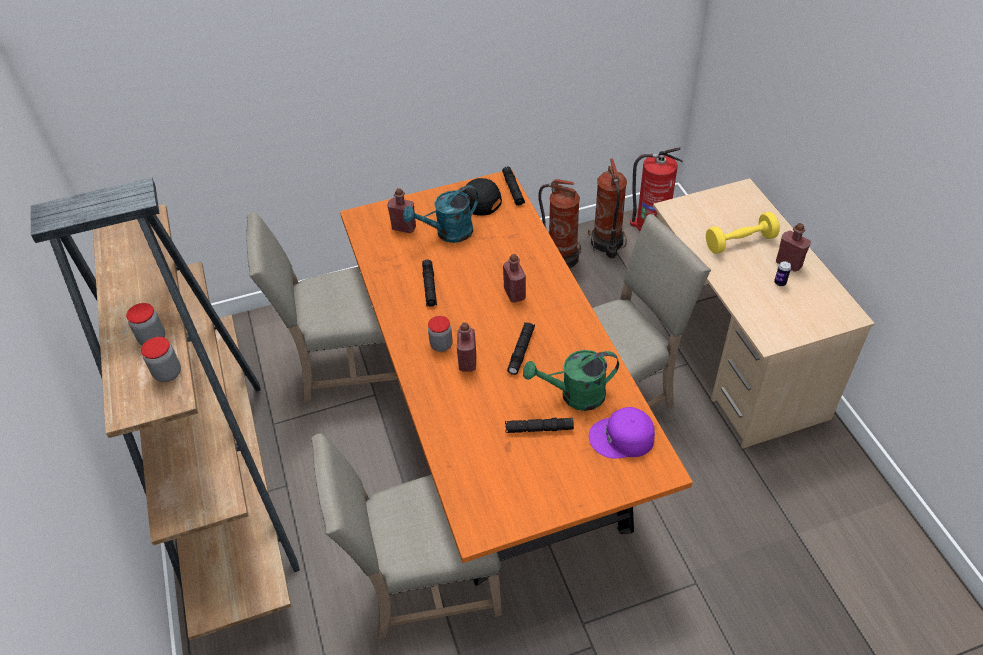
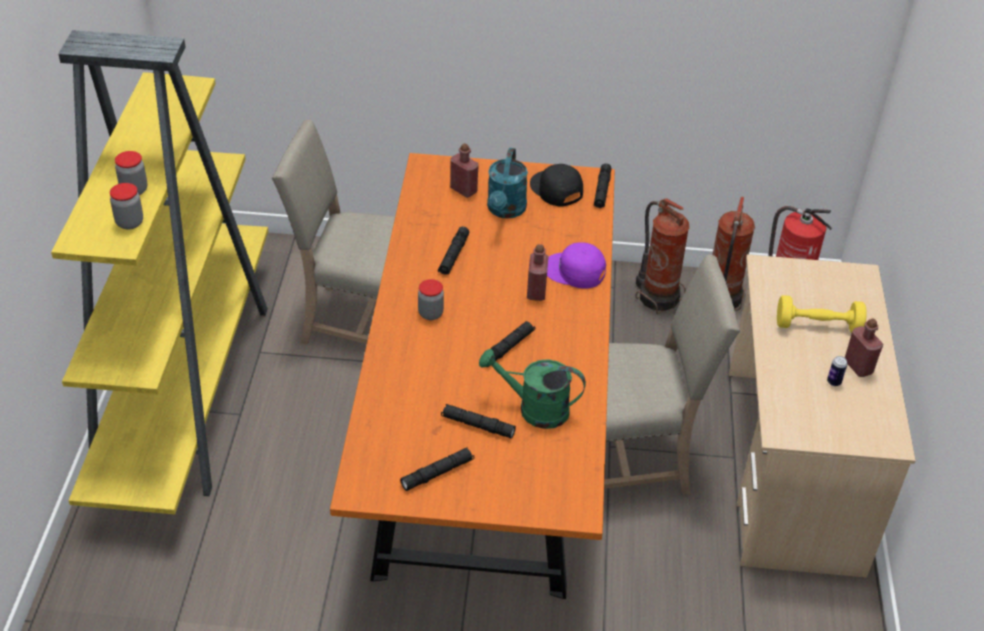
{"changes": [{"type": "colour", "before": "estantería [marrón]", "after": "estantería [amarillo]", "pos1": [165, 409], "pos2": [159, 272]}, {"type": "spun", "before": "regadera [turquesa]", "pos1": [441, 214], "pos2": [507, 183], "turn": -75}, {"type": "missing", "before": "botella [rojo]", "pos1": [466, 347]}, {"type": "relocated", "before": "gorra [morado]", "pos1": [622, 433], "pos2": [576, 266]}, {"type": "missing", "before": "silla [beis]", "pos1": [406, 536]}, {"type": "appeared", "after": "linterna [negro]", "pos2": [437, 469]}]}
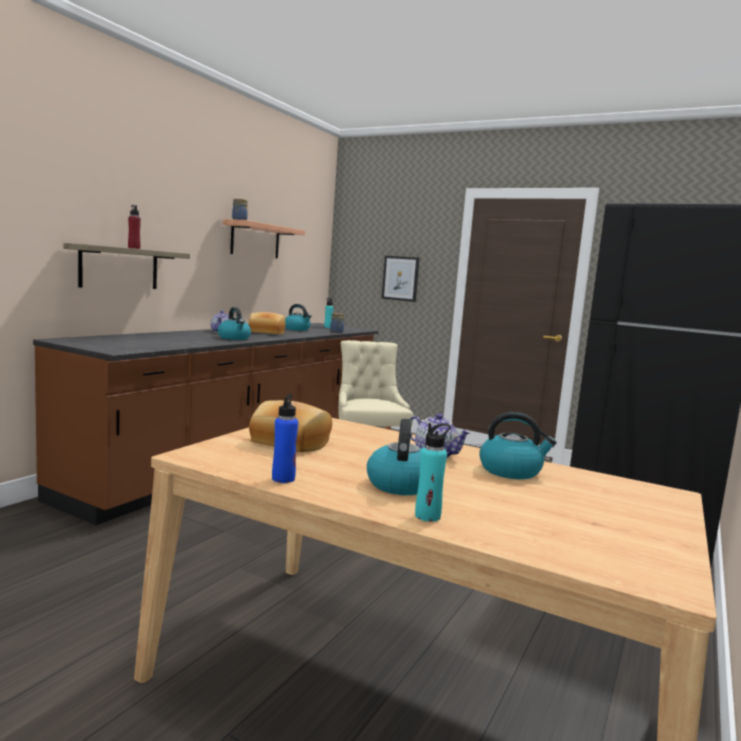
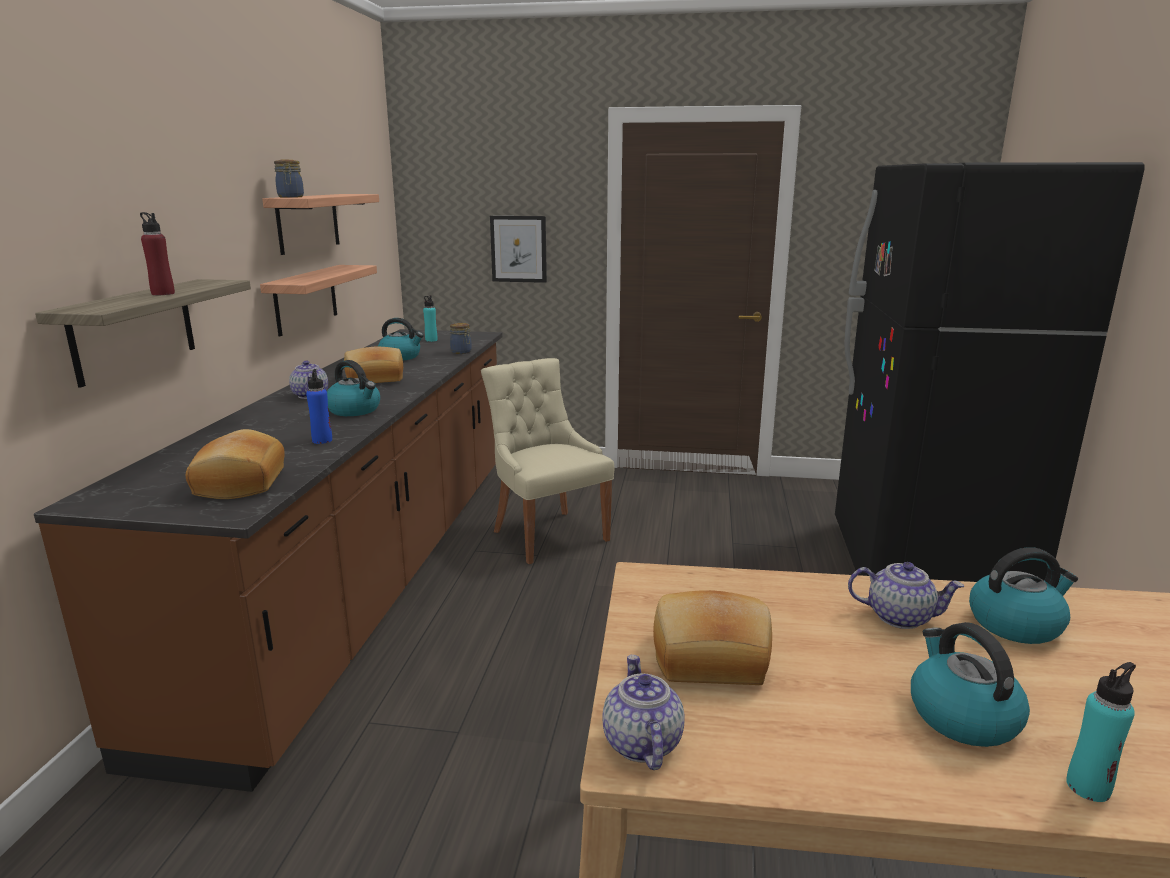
{"changes": [{"type": "relocated", "before": "botella [azul]", "pos1": [285, 438], "pos2": [319, 406]}, {"type": "appeared", "after": "estante", "pos2": [318, 300]}, {"type": "appeared", "after": "pan", "pos2": [235, 464]}, {"type": "appeared", "after": "tetera", "pos2": [643, 712]}]}
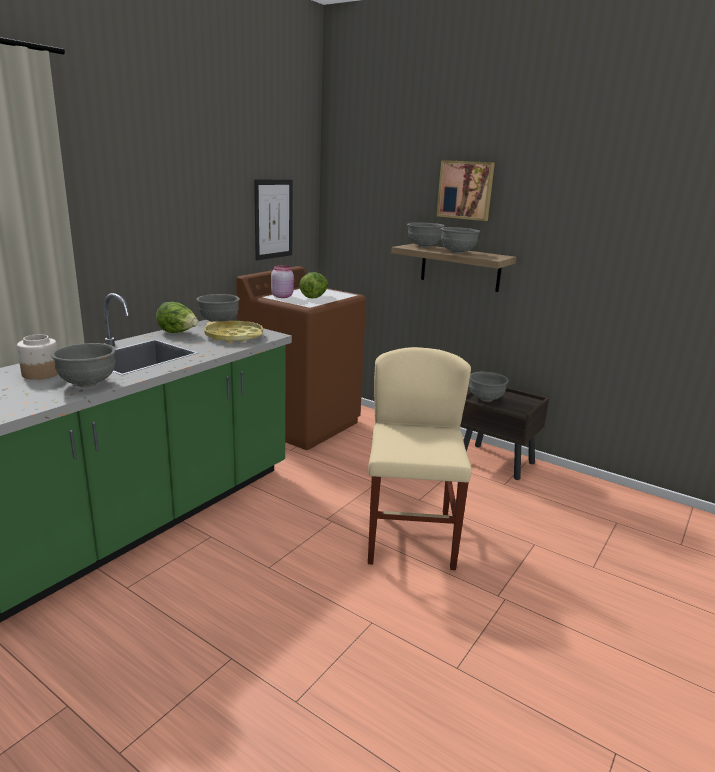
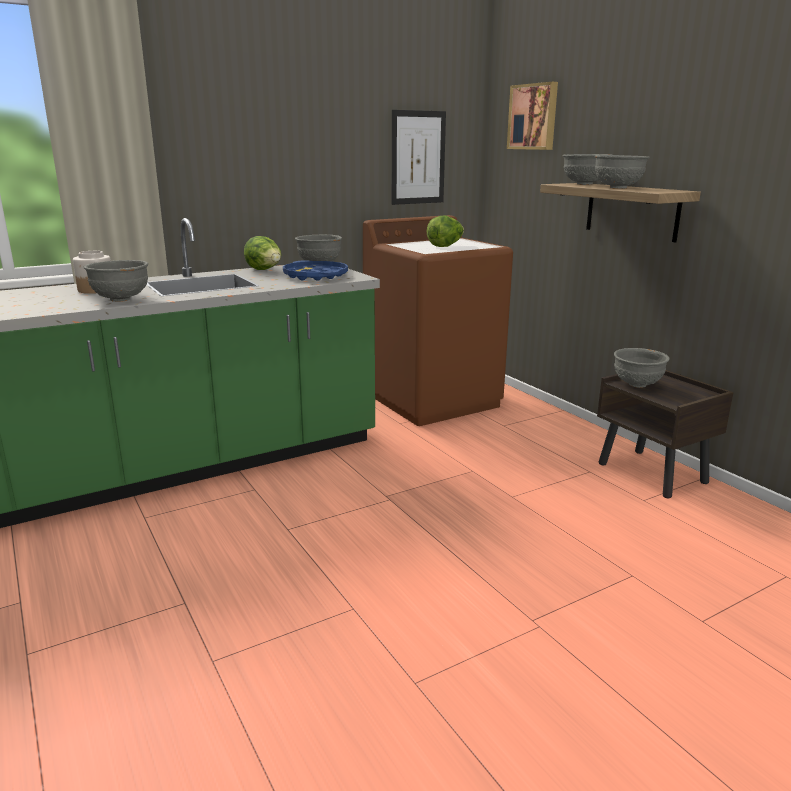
{"changes": [{"type": "relocated", "before": "cuadro", "pos1": [465, 190], "pos2": [532, 116]}, {"type": "missing", "before": "tarro [rosa]", "pos1": [282, 281]}, {"type": "colour", "before": "bandeja [amarillo]", "after": "bandeja [azul]", "pos1": [233, 332], "pos2": [315, 270]}, {"type": "missing", "before": "silla [beis]", "pos1": [420, 458]}]}
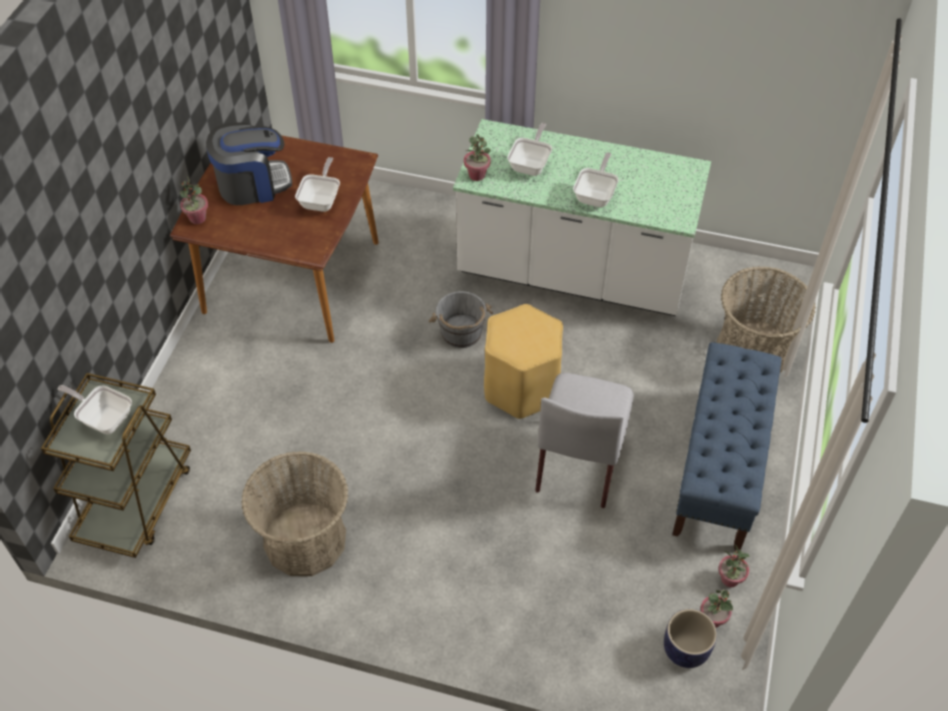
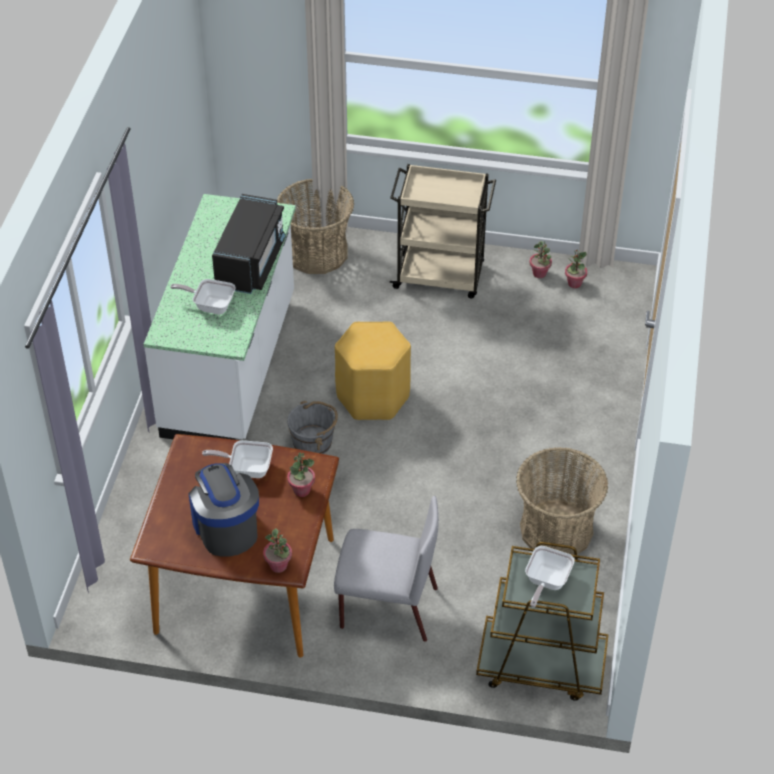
{"changes": [{"type": "relocated", "before": "planta en maceta", "pos1": [477, 157], "pos2": [301, 474]}, {"type": "exchanged", "before": "sartén", "after": "microondas [negro]", "pos1": [596, 179], "pos2": [249, 244]}, {"type": "exchanged", "before": "banco [azul]", "after": "carrito [beis]", "pos1": [726, 446], "pos2": [443, 231]}, {"type": "relocated", "before": "silla [gris]", "pos1": [584, 440], "pos2": [386, 569]}, {"type": "missing", "before": "maceta", "pos1": [690, 638]}]}
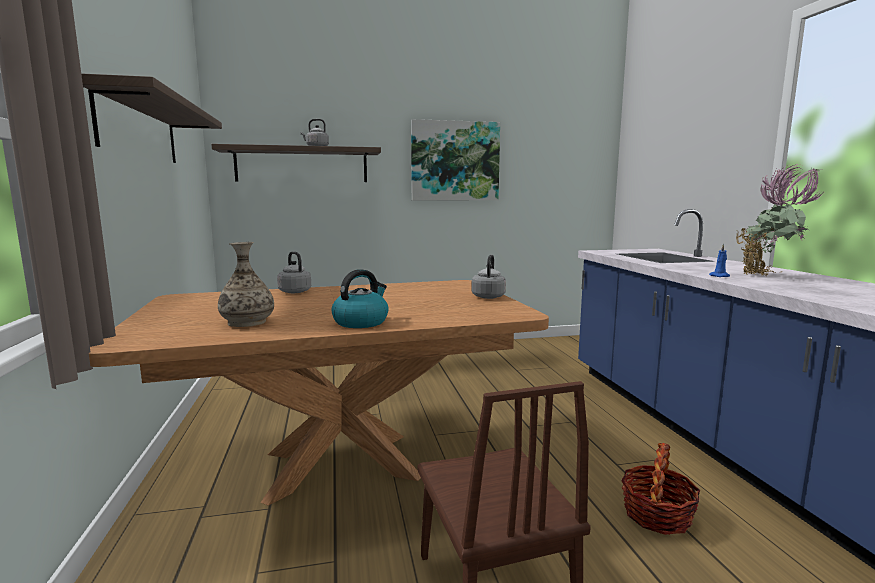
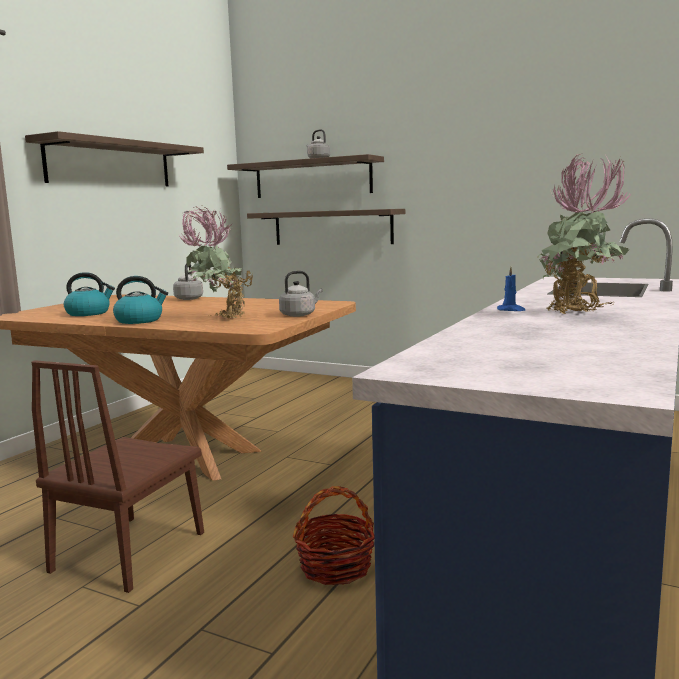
{"changes": [{"type": "missing", "before": "cuadro", "pos1": [455, 159]}, {"type": "exchanged", "before": "florero", "after": "hervidor", "pos1": [246, 284], "pos2": [89, 294]}, {"type": "appeared", "after": "planta en maceta", "pos2": [215, 262]}, {"type": "appeared", "after": "estante", "pos2": [326, 227]}]}
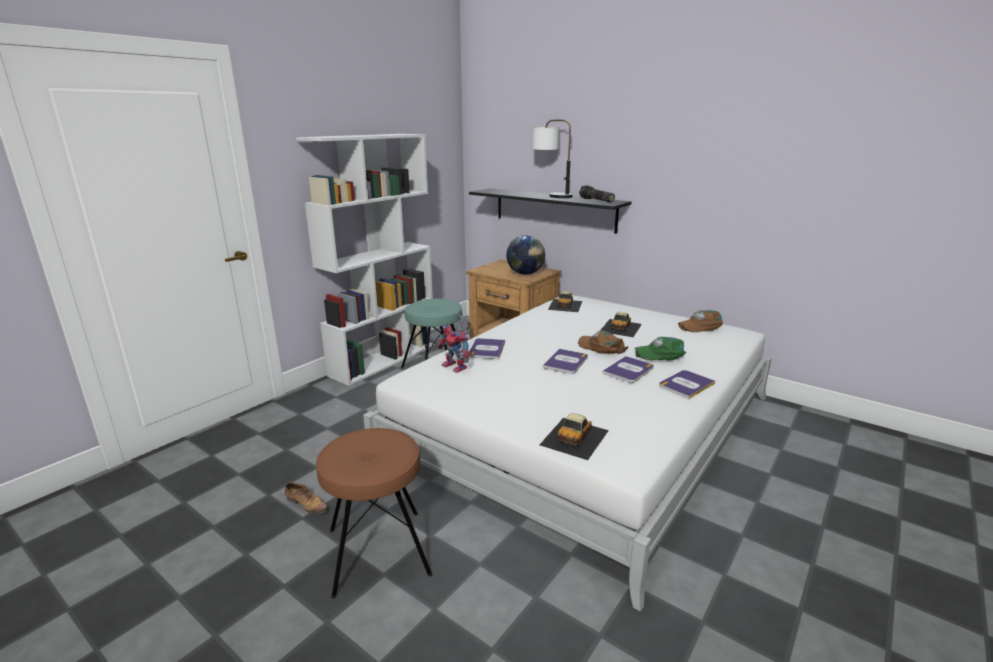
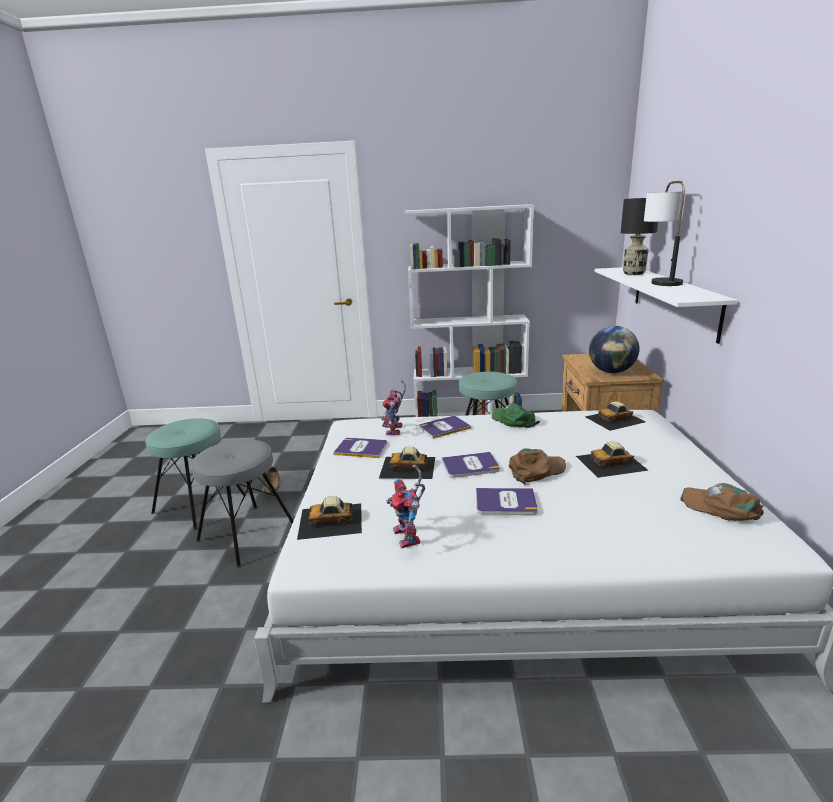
{"changes": [{"type": "missing", "before": "linterna", "pos1": [597, 194]}, {"type": "colour", "before": "estante [negro]", "after": "estante [blanco]", "pos1": [550, 211], "pos2": [666, 305]}, {"type": "spun", "before": "gorra [marrón]", "pos1": [603, 342], "pos2": [537, 466], "turn": 60}, {"type": "relocated", "before": "gorra [verde]", "pos1": [660, 349], "pos2": [516, 415]}, {"type": "relocated", "before": "libro", "pos1": [687, 384], "pos2": [360, 448]}, {"type": "colour", "before": "taburete [marrón]", "after": "taburete [gris]", "pos1": [374, 513], "pos2": [242, 503]}, {"type": "appeared", "after": "lámpara de mesa [negro]", "pos2": [639, 236]}, {"type": "appeared", "after": "taburete [turquesa]", "pos2": [196, 474]}, {"type": "appeared", "after": "coche de juguete", "pos2": [407, 463]}, {"type": "appeared", "after": "robot de juguete", "pos2": [405, 506]}]}
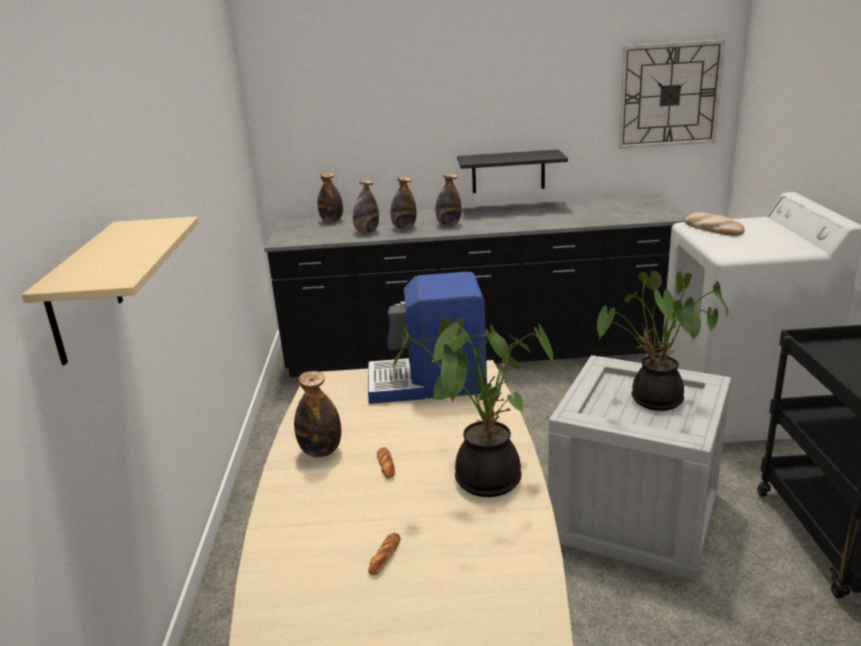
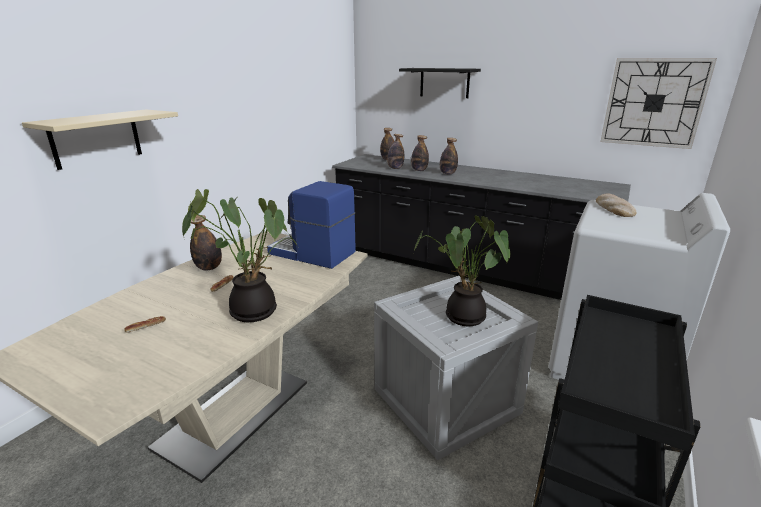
{"changes": [{"type": "relocated", "before": "estante [negro]", "pos1": [512, 171], "pos2": [440, 83]}]}
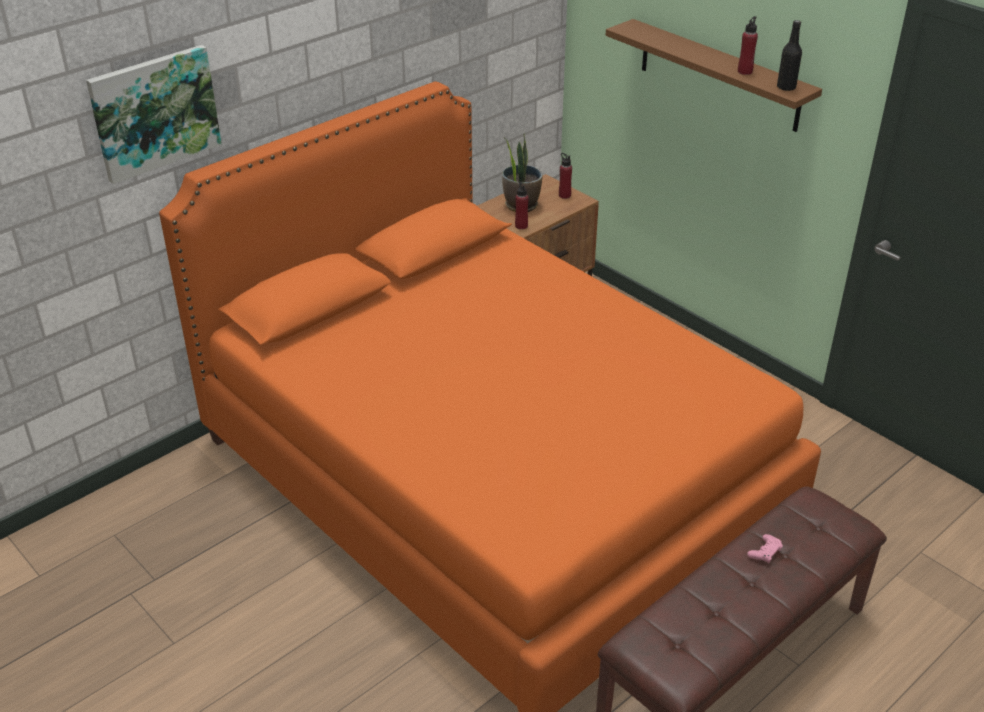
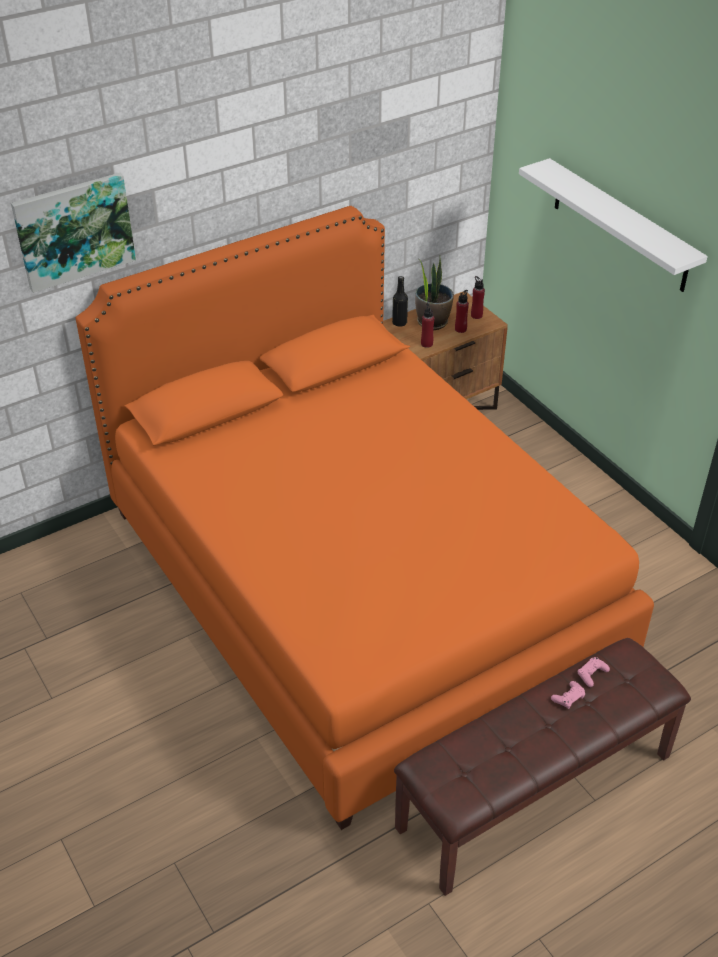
{"changes": [{"type": "relocated", "before": "botella [rojo]", "pos1": [748, 45], "pos2": [462, 311]}, {"type": "colour", "before": "estante [marrón]", "after": "estante [blanco]", "pos1": [714, 75], "pos2": [613, 225]}, {"type": "relocated", "before": "botella [negro]", "pos1": [789, 55], "pos2": [400, 301]}, {"type": "appeared", "after": "mando de consola [rosa]", "pos2": [593, 672]}]}
